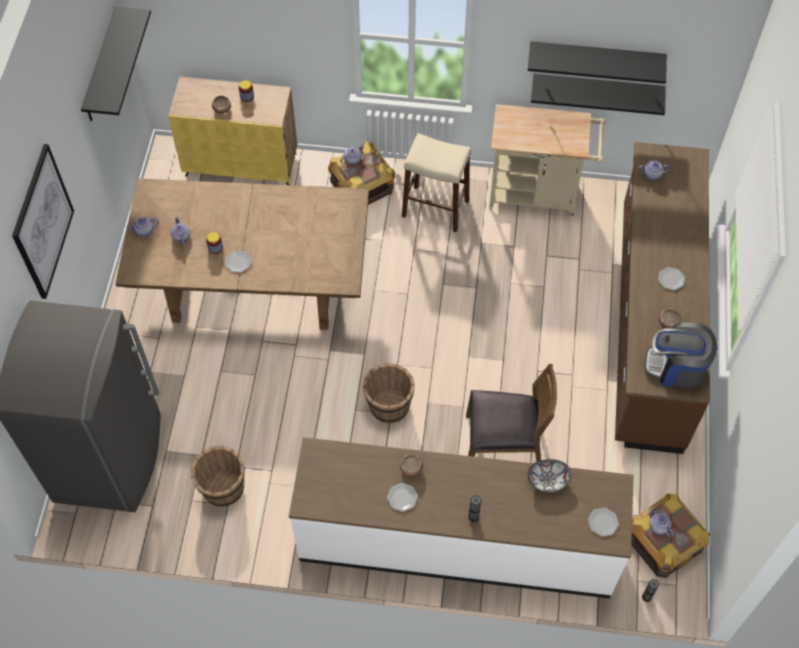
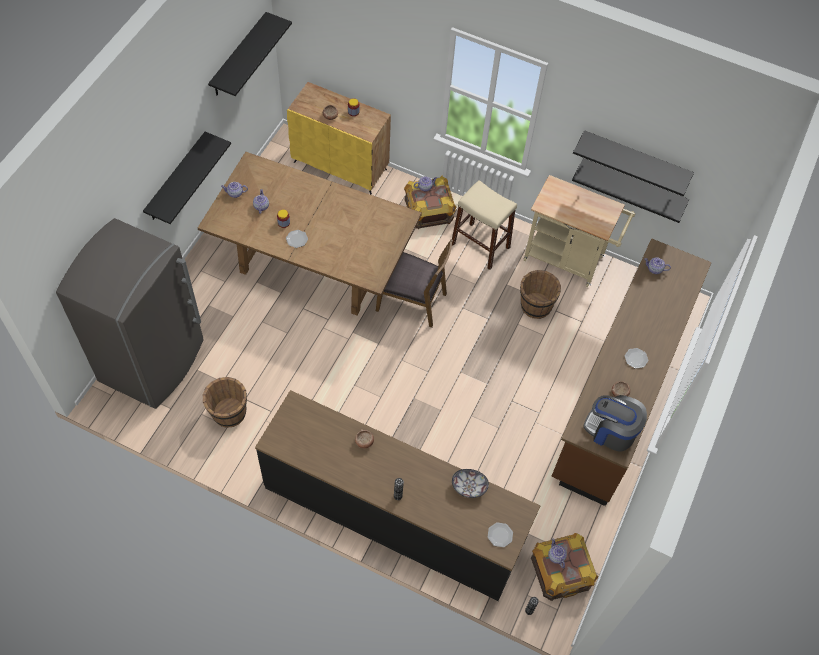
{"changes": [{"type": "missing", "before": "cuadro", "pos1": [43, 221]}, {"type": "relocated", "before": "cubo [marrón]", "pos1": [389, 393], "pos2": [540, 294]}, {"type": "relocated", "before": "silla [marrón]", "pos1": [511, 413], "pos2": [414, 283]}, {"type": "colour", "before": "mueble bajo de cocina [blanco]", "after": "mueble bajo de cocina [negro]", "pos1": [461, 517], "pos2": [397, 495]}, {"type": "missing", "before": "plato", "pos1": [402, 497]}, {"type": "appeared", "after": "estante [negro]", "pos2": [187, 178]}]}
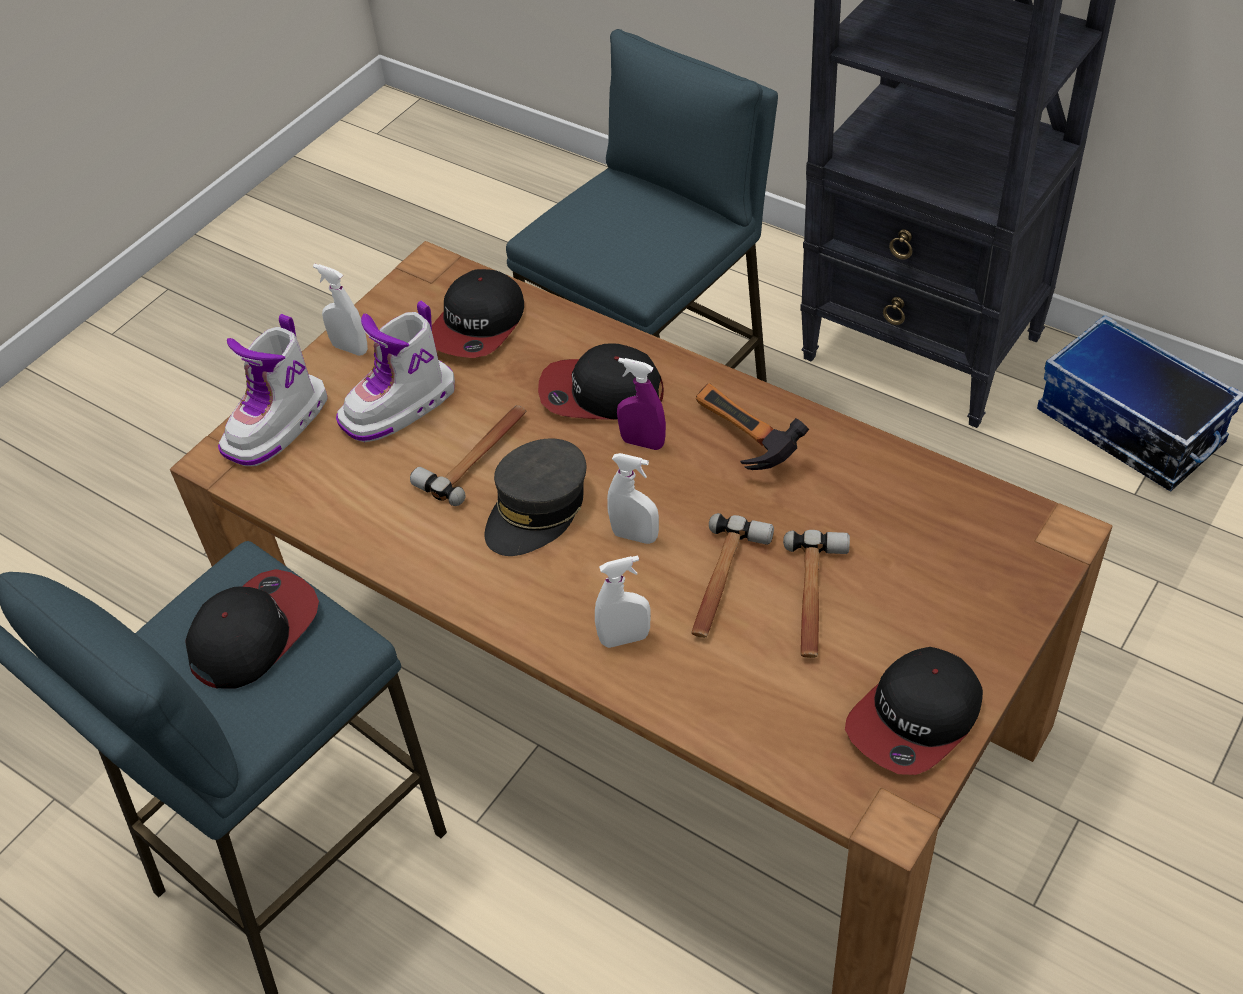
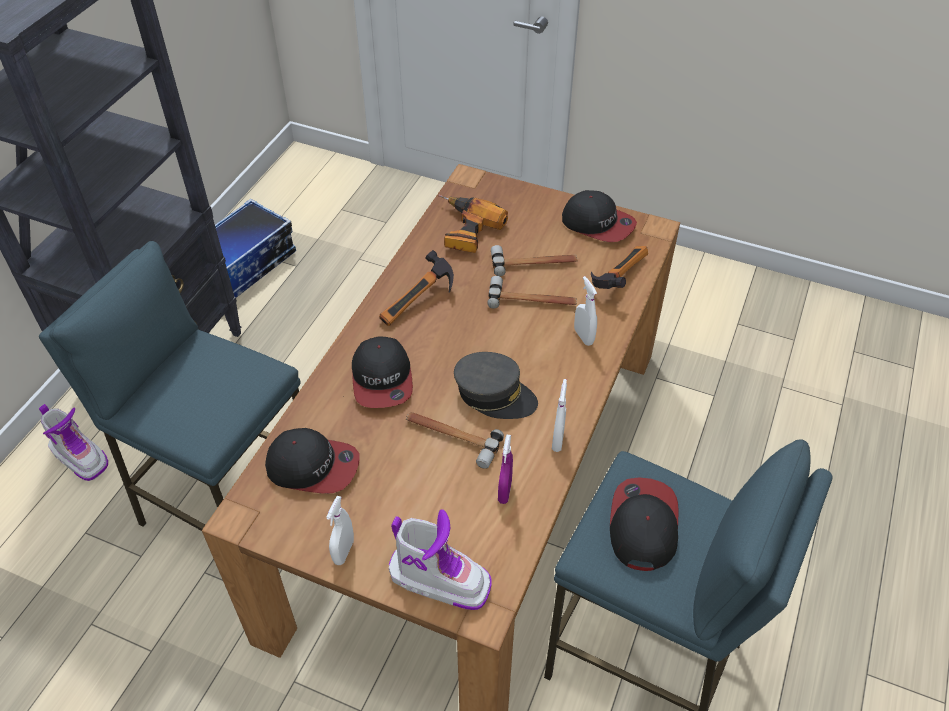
{"changes": [{"type": "relocated", "before": "bota", "pos1": [395, 371], "pos2": [73, 442]}, {"type": "relocated", "before": "pulverizador [morado]", "pos1": [641, 404], "pos2": [505, 469]}, {"type": "relocated", "before": "pulverizador [blanco]", "pos1": [633, 498], "pos2": [559, 415]}, {"type": "spun", "before": "gorra", "pos1": [252, 629], "pos2": [644, 524], "turn": 75}, {"type": "appeared", "after": "taladro", "pos2": [473, 223]}, {"type": "appeared", "after": "martillo", "pos2": [619, 267]}]}
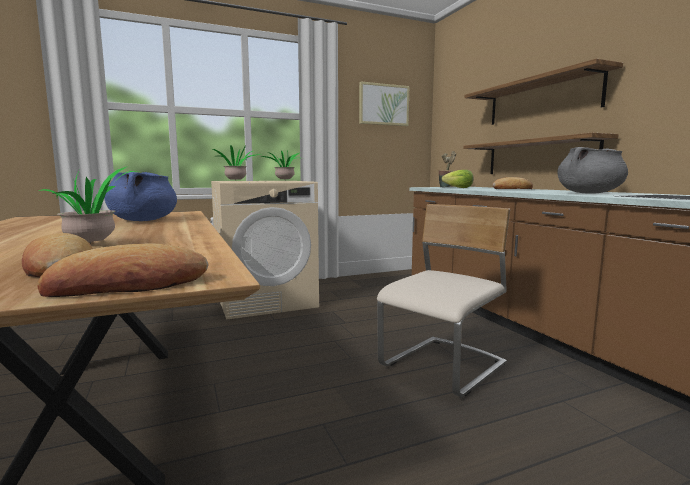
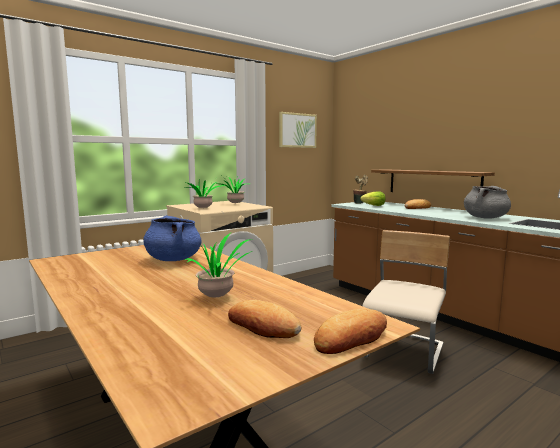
{"changes": [{"type": "missing", "before": "estante", "pos1": [543, 92]}]}
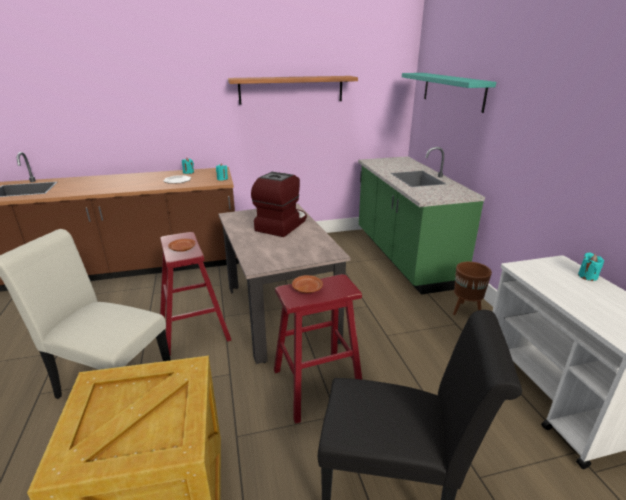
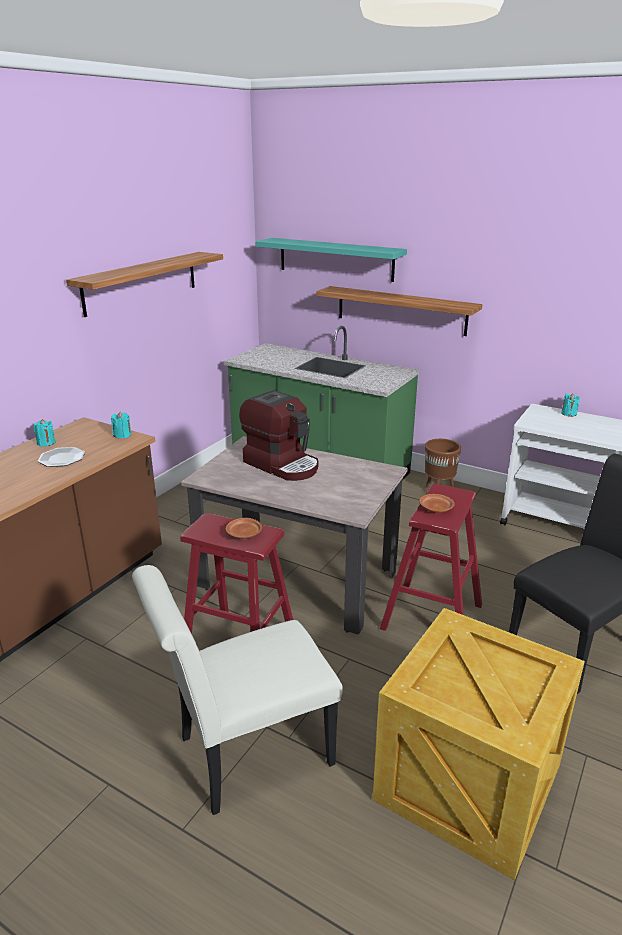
{"changes": [{"type": "spun", "before": "cafetera", "pos1": [279, 204], "pos2": [279, 435], "turn": 150}, {"type": "appeared", "after": "estante", "pos2": [399, 311]}]}
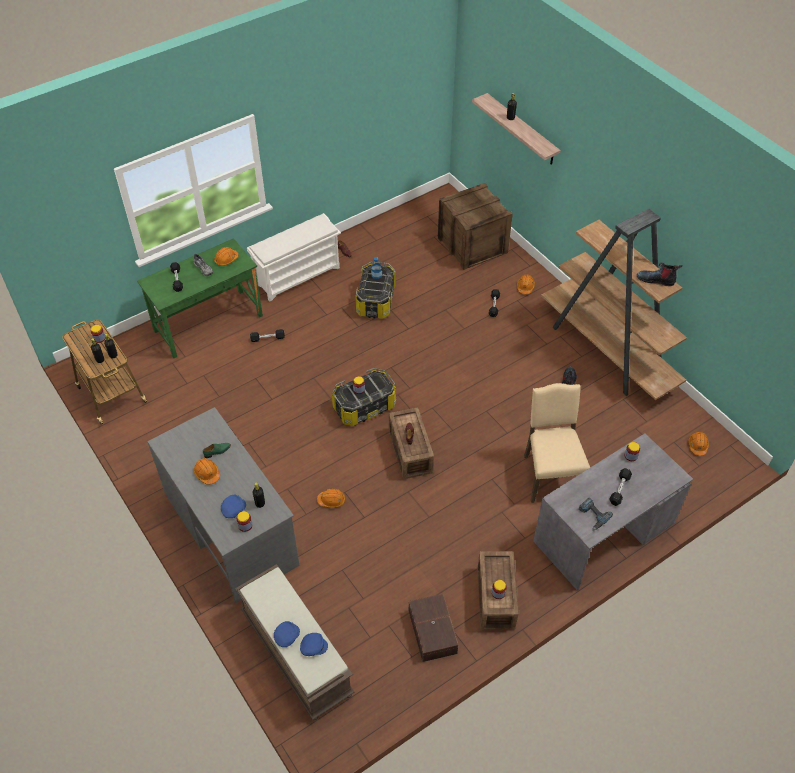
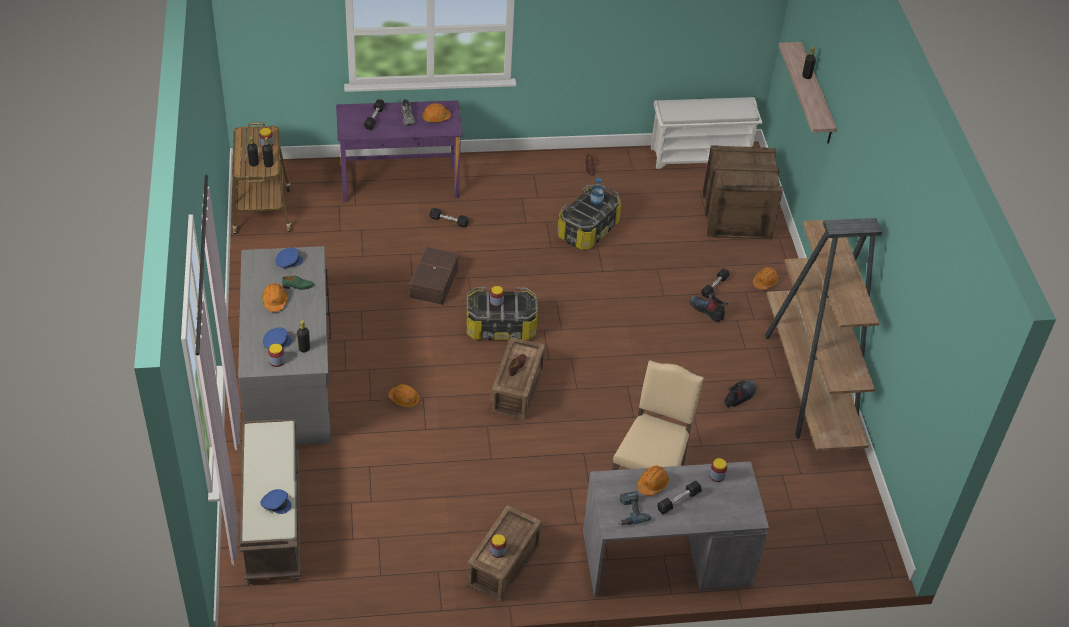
{"changes": [{"type": "relocated", "before": "zapatero [blanco]", "pos1": [294, 257], "pos2": [706, 133]}, {"type": "colour", "before": "escritorio [verde]", "after": "escritorio [morado]", "pos1": [200, 298], "pos2": [399, 151]}, {"type": "relocated", "before": "bota", "pos1": [660, 274], "pos2": [709, 307]}, {"type": "relocated", "before": "casco [naranja]", "pos1": [698, 444], "pos2": [653, 480]}, {"type": "relocated", "before": "caja de almacenaje [marrón]", "pos1": [433, 628], "pos2": [434, 276]}, {"type": "relocated", "before": "gorra [azul]", "pos1": [287, 634], "pos2": [289, 258]}]}
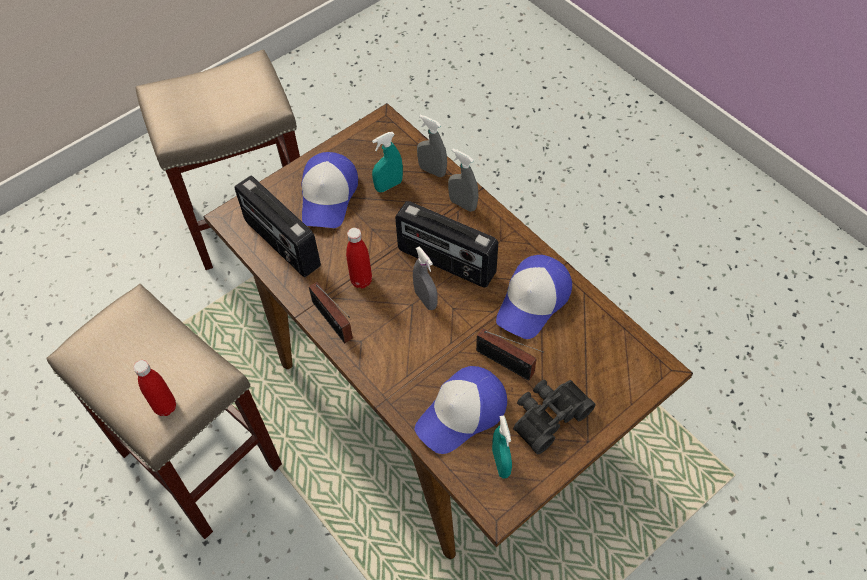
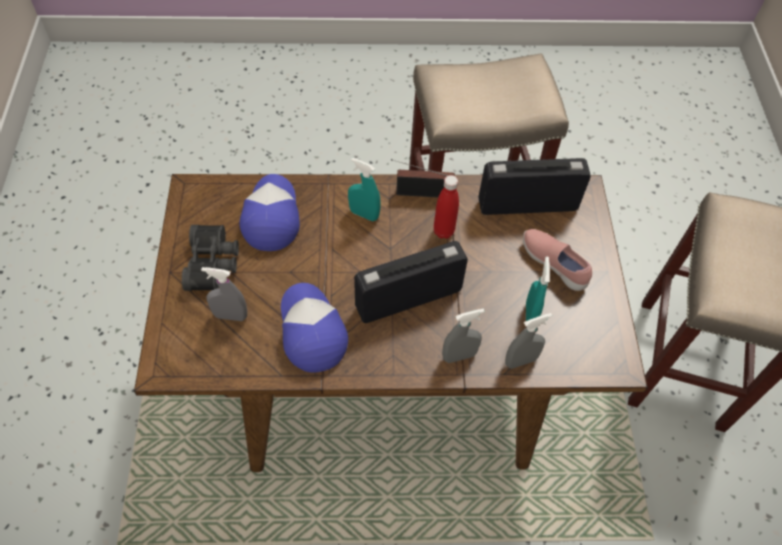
{"changes": [{"type": "exchanged", "before": "gorra", "after": "zapato [rosa]", "pos1": [330, 190], "pos2": [557, 260]}, {"type": "relocated", "before": "pulverizador [gris]", "pos1": [425, 278], "pos2": [224, 294]}, {"type": "missing", "before": "radio", "pos1": [510, 354]}, {"type": "missing", "before": "botella [rojo]", "pos1": [154, 388]}, {"type": "relocated", "before": "pulverizador [turquesa]", "pos1": [502, 447], "pos2": [364, 189]}]}
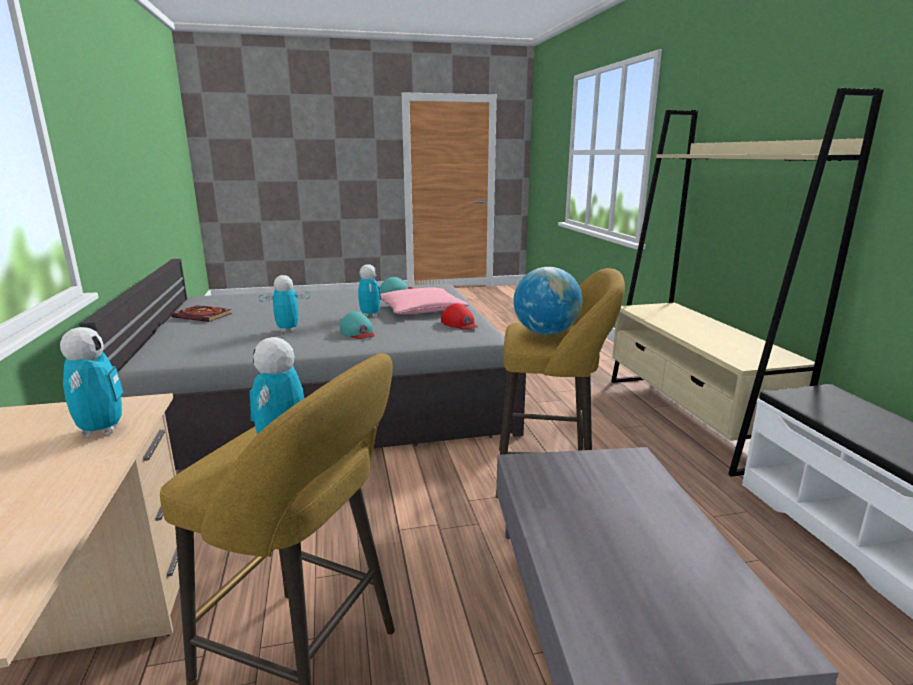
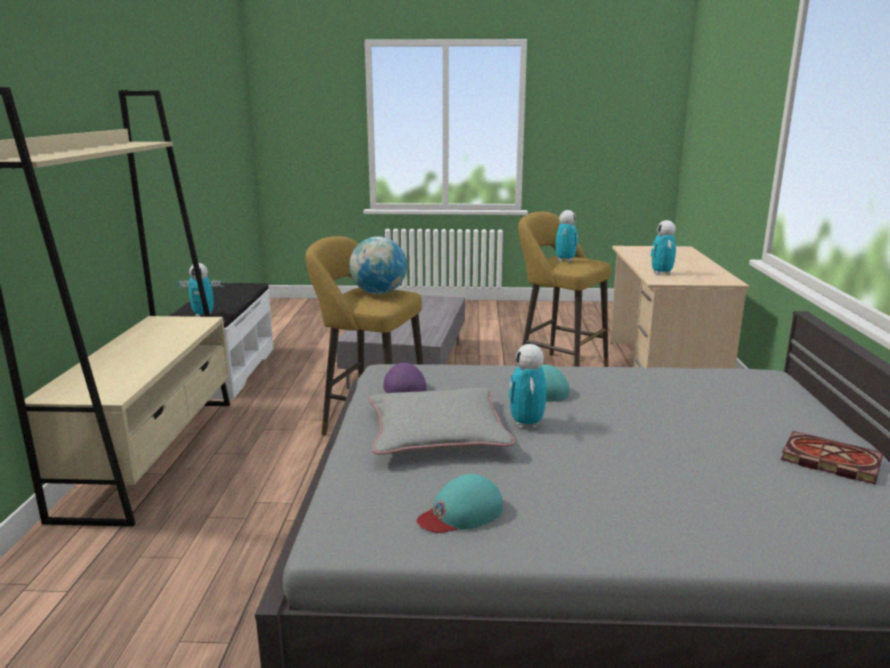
{"changes": [{"type": "relocated", "before": "robot de juguete", "pos1": [284, 303], "pos2": [200, 290]}, {"type": "colour", "before": "cojín [rosa]", "after": "cojín [gris]", "pos1": [425, 300], "pos2": [441, 421]}, {"type": "colour", "before": "gorra [rojo]", "after": "gorra [morado]", "pos1": [459, 316], "pos2": [405, 377]}]}
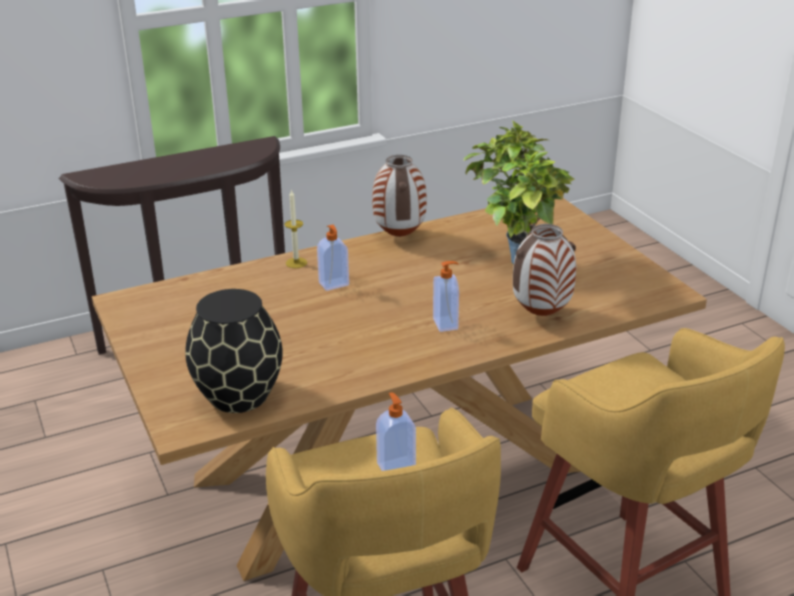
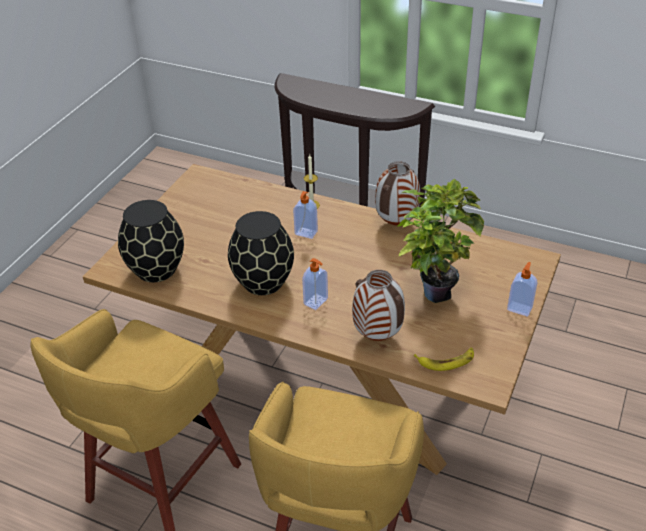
{"changes": [{"type": "relocated", "before": "dispensador de jabón", "pos1": [396, 431], "pos2": [522, 289]}, {"type": "appeared", "after": "florero [negro]", "pos2": [261, 253]}, {"type": "appeared", "after": "plátano", "pos2": [444, 359]}]}
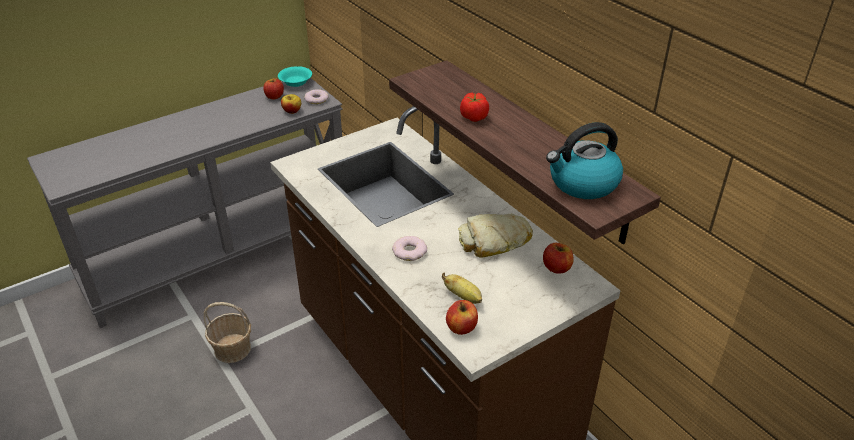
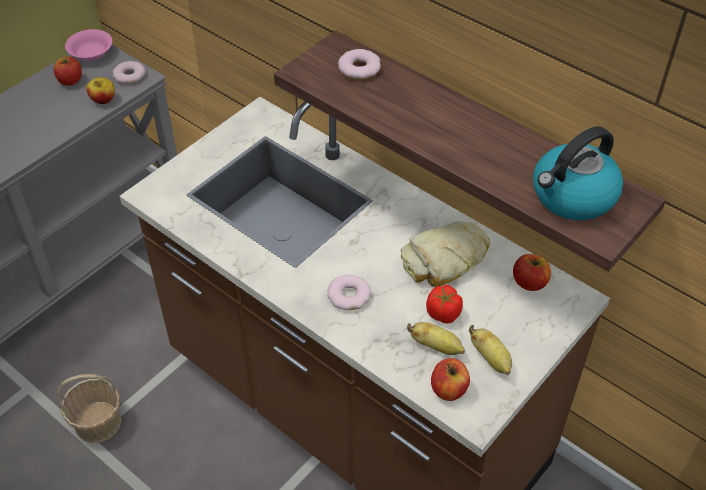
{"changes": [{"type": "colour", "before": "cuenco [turquesa]", "after": "cuenco [rosa]", "pos1": [295, 76], "pos2": [88, 45]}, {"type": "relocated", "before": "tomate", "pos1": [474, 107], "pos2": [444, 304]}, {"type": "appeared", "after": "rosquilla", "pos2": [359, 64]}, {"type": "appeared", "after": "plátano", "pos2": [490, 350]}]}
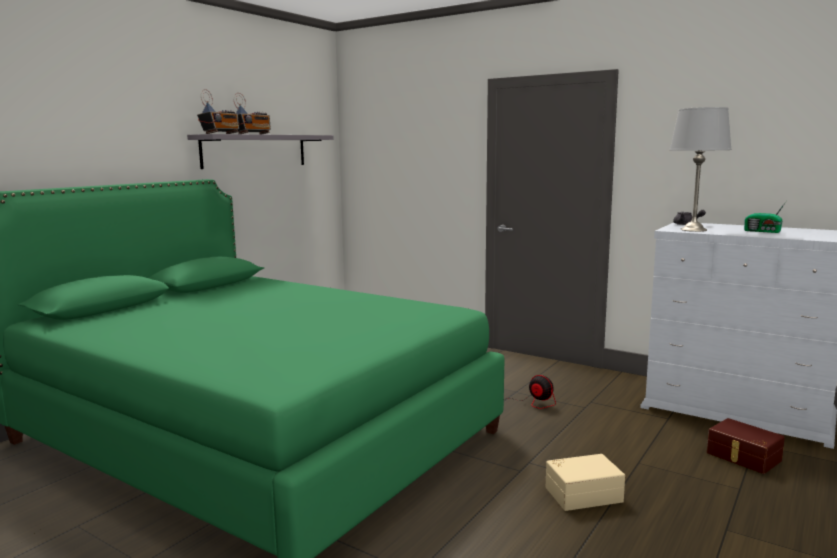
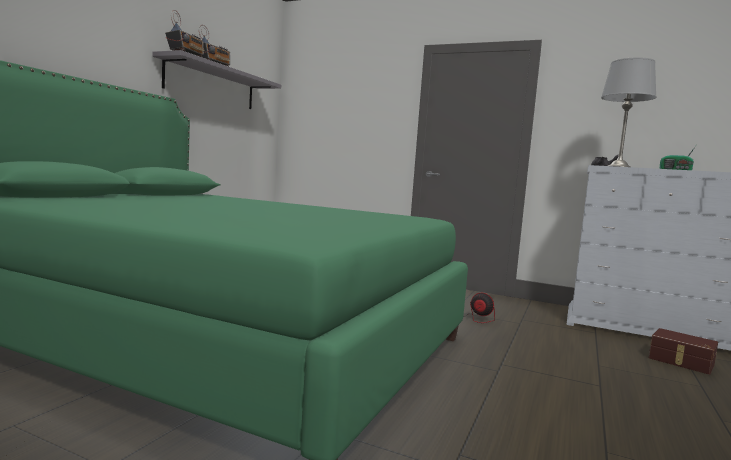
{"changes": [{"type": "missing", "before": "caja de almacenaje [beis]", "pos1": [585, 482]}]}
